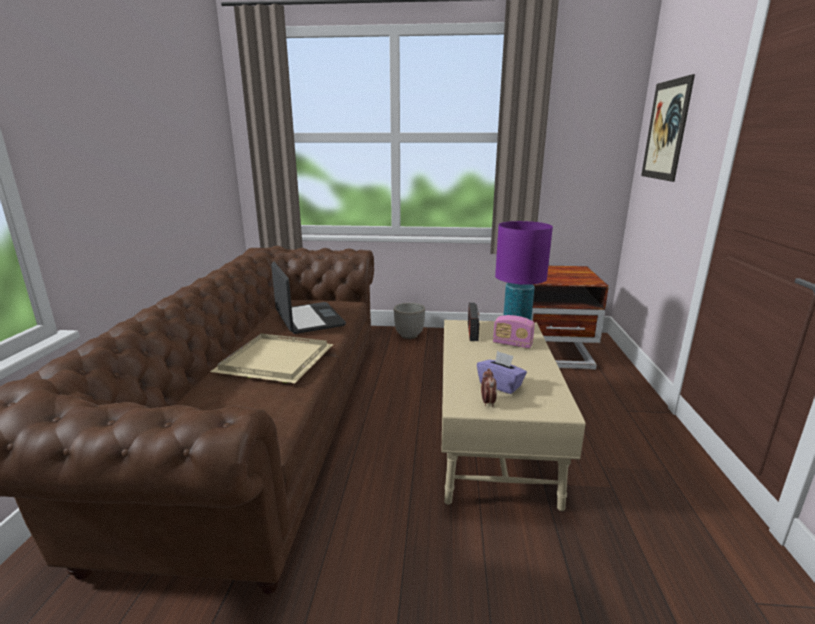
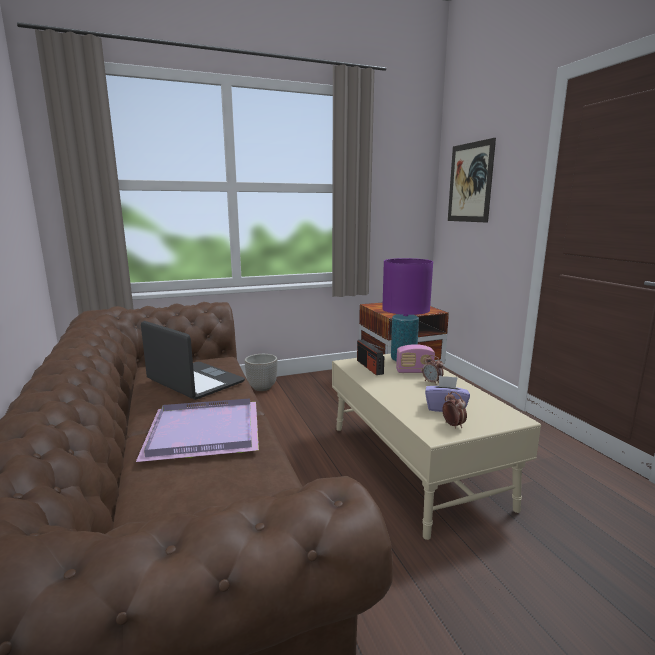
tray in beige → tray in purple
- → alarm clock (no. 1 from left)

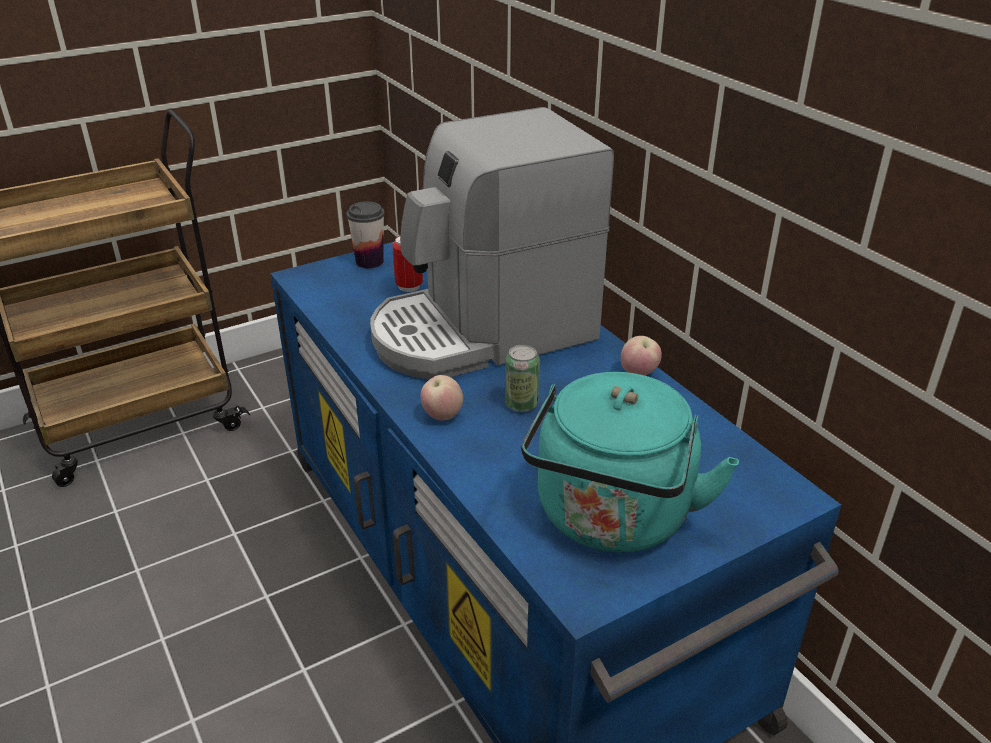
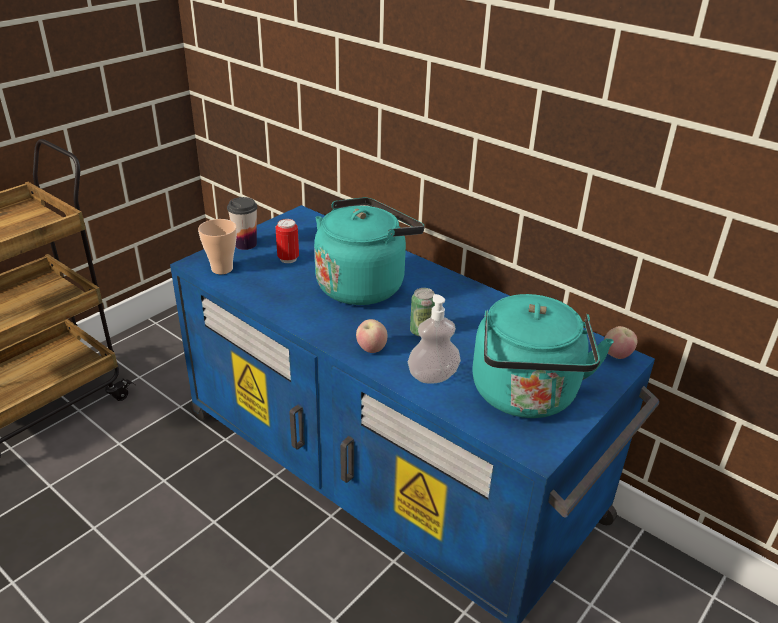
coffee machine → kettle in turquoise (no. 1 from left)
apple (no. 2 from left), shifted
- → cup (no. 1 from left)
- → soap dispenser

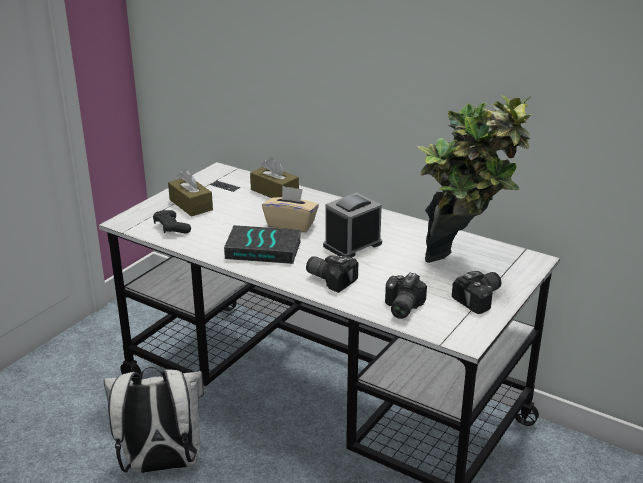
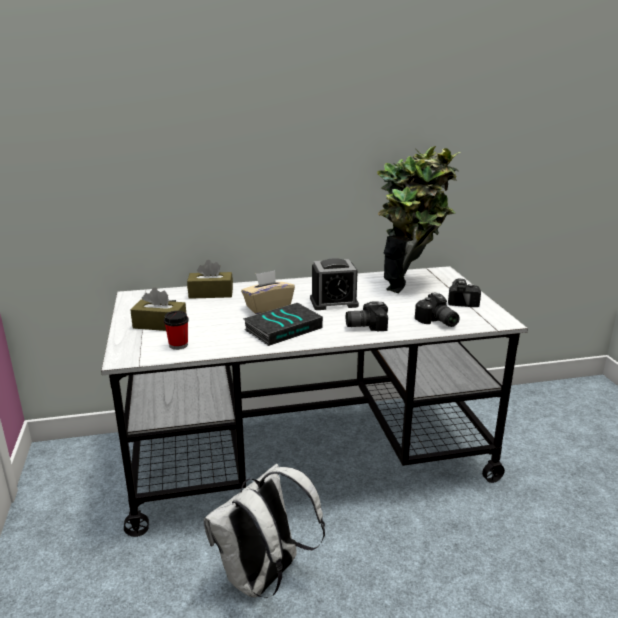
game controller in black → cup
alarm clock, 105 degrees counterclockwise

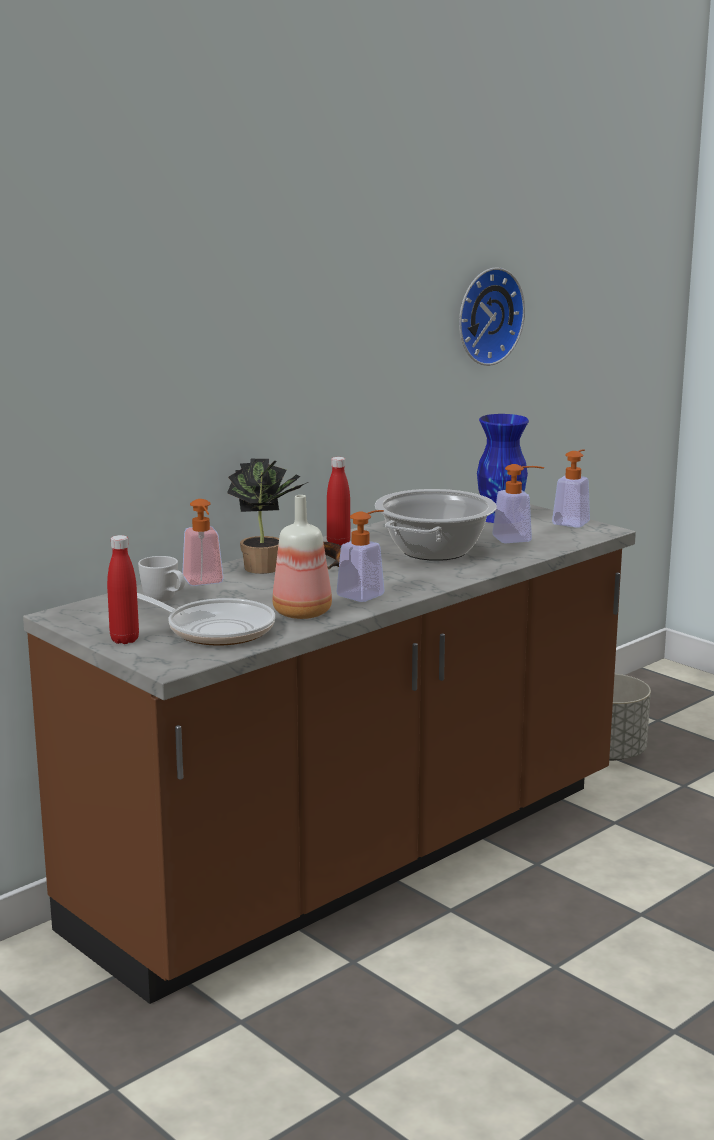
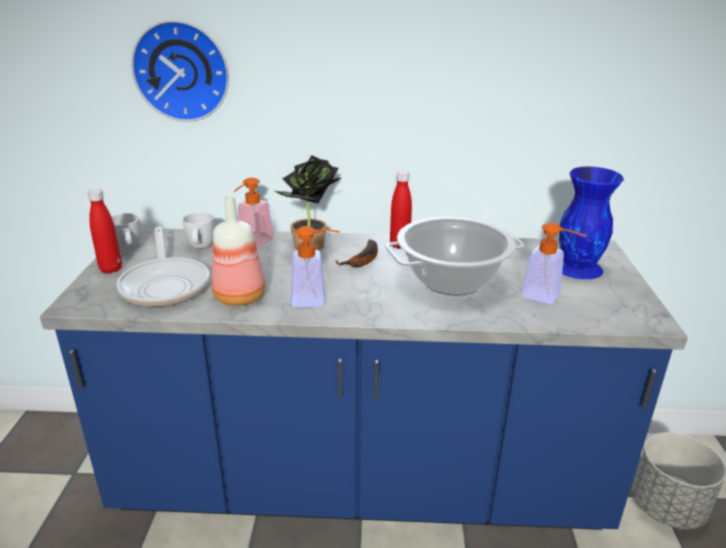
counter in brown → counter in blue
wall clock, shifted
soap dispenser (no. 4 from left) → -
- → mug in white (no. 1 from left)

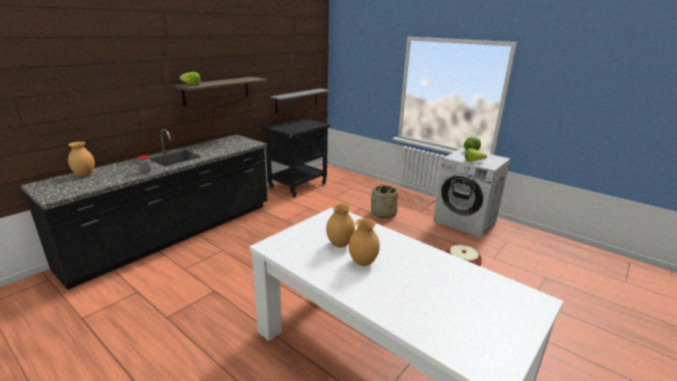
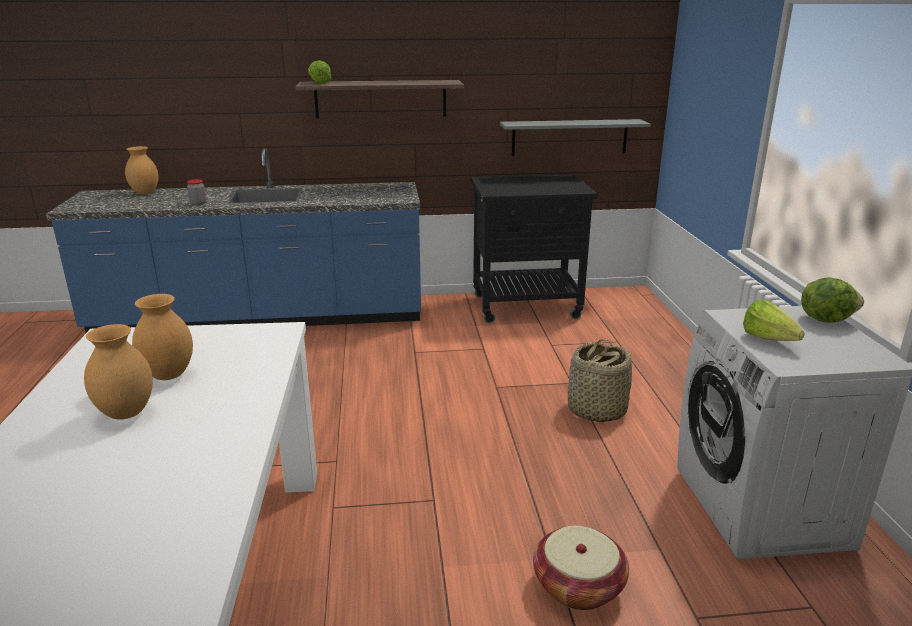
counter in black → counter in blue

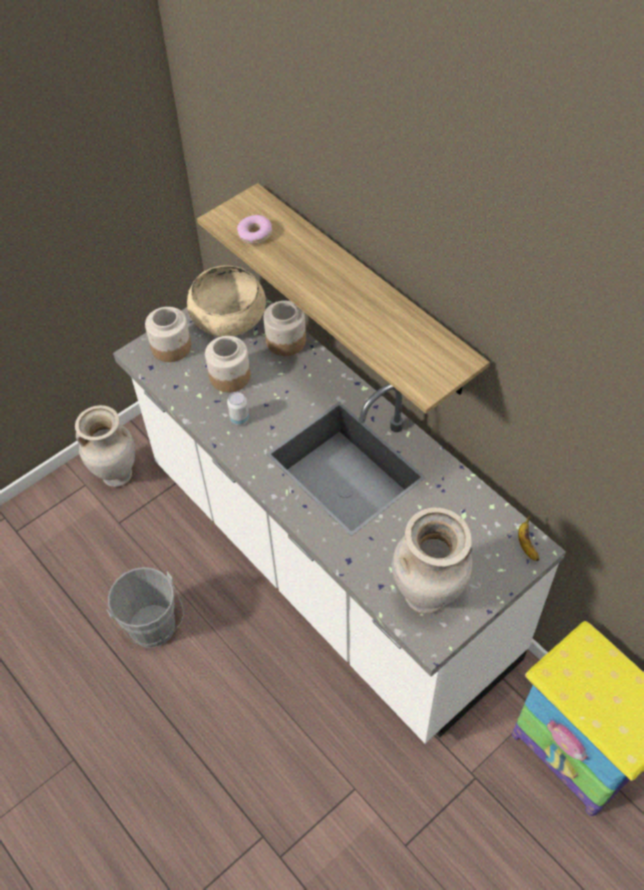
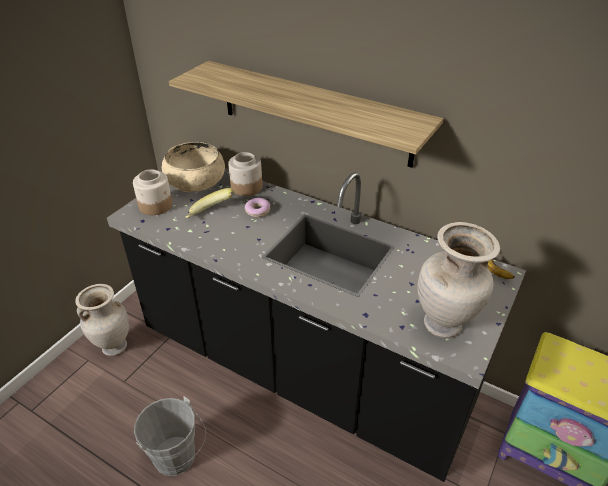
counter in white → counter in black
jar (no. 2 from left) → banana (no. 1 from left)
can → -
donut, shifted

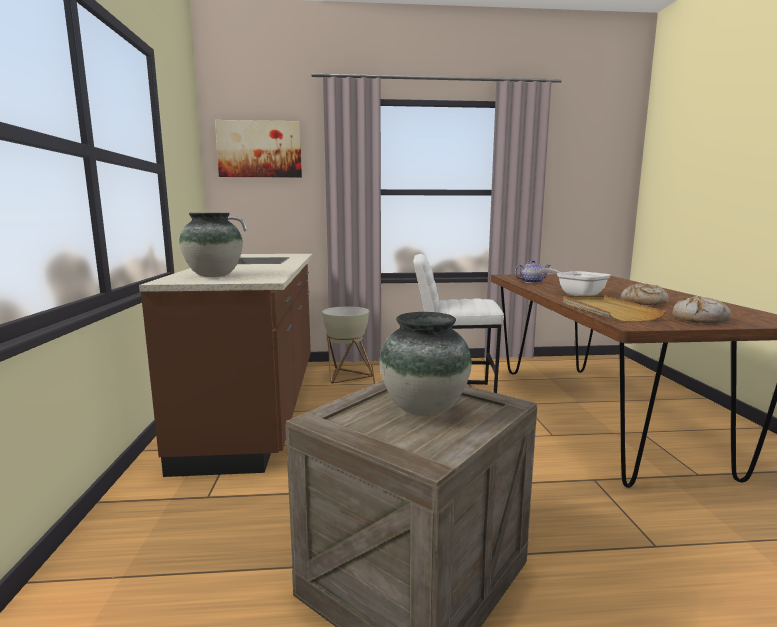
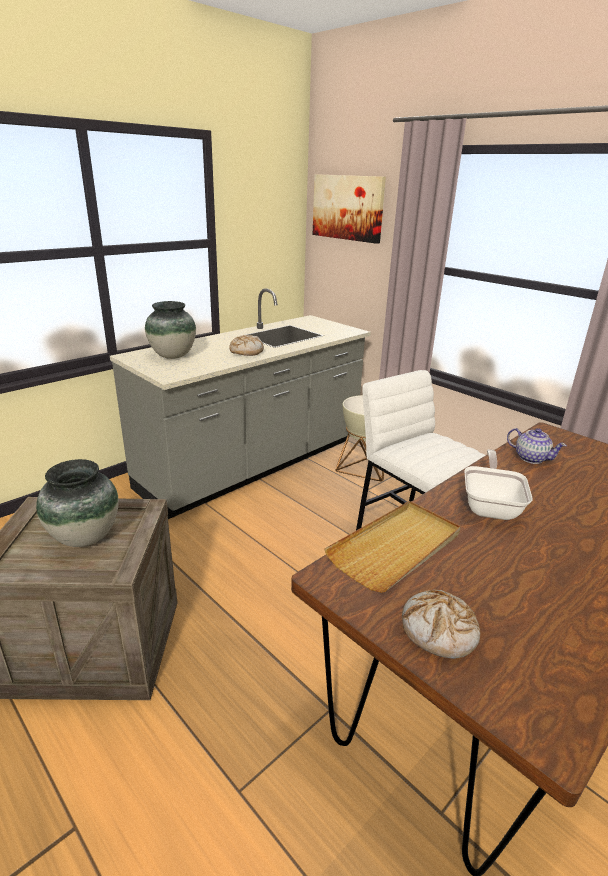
counter in brown → counter in grey
bread (no. 1 from left), shifted

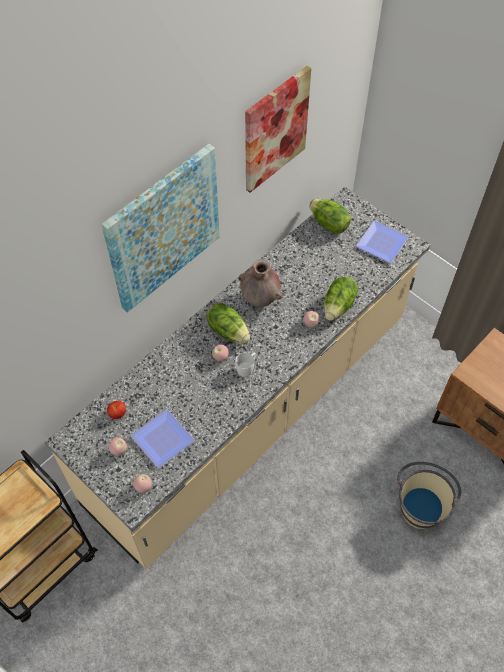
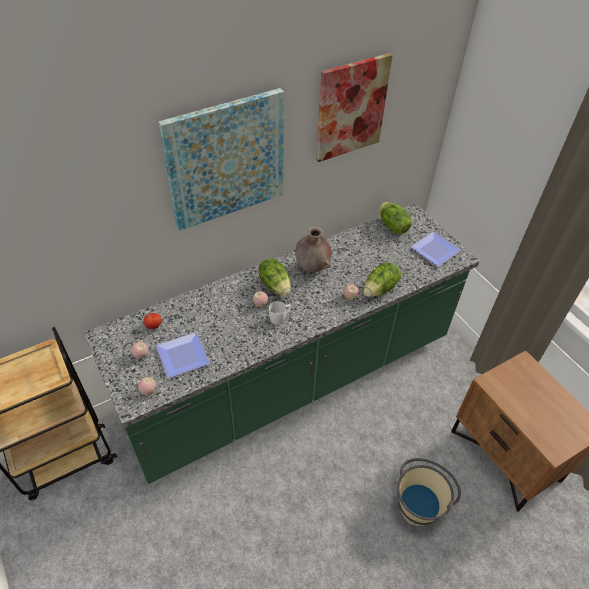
counter in beige → counter in green

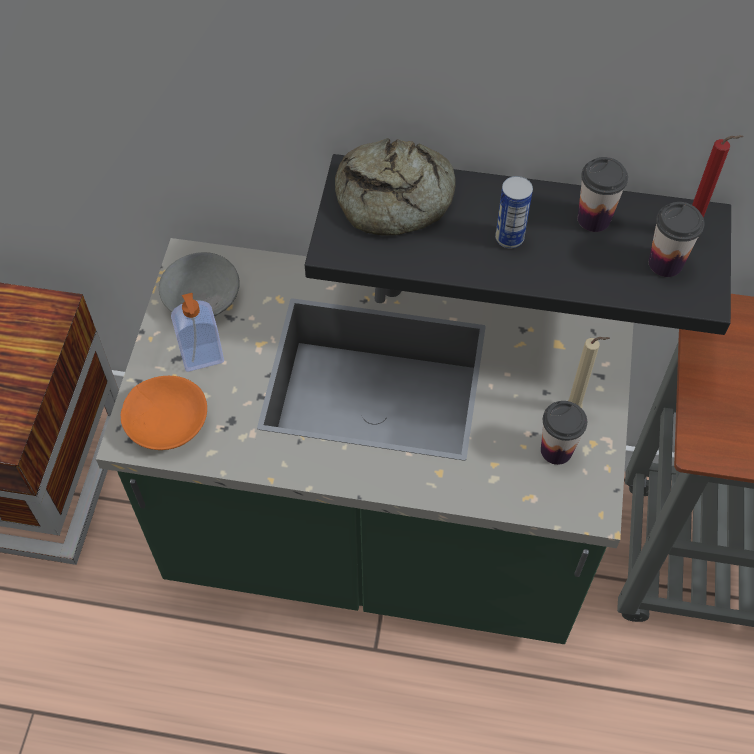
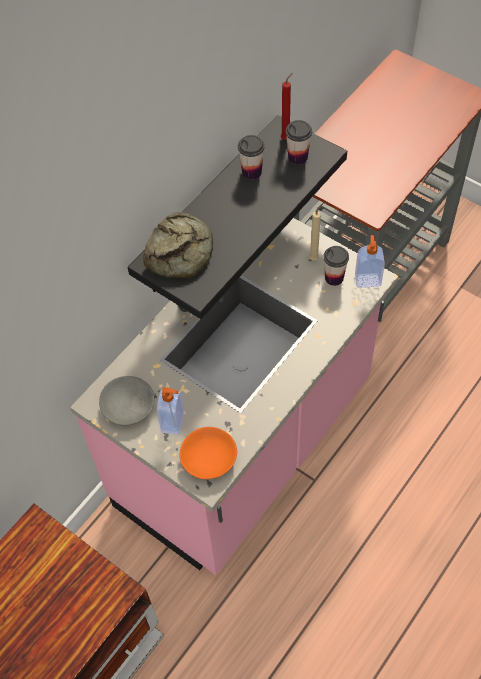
counter in green → counter in pink
can → -
- → soap dispenser (no. 2 from left)

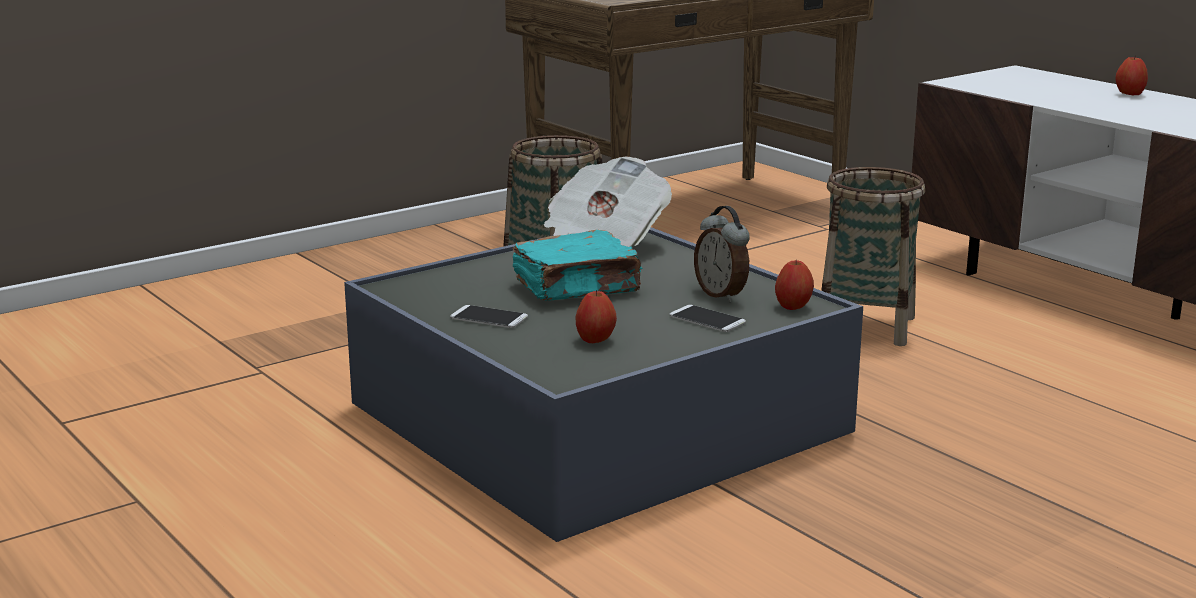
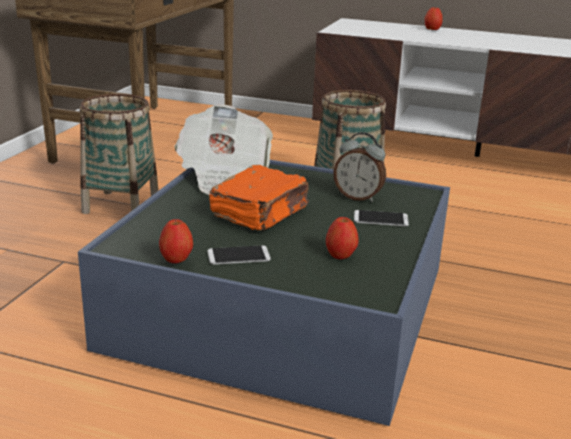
book in turquoise → book in orange
apple (no. 2 from left in the first image) → apple (no. 1 from left), shifted

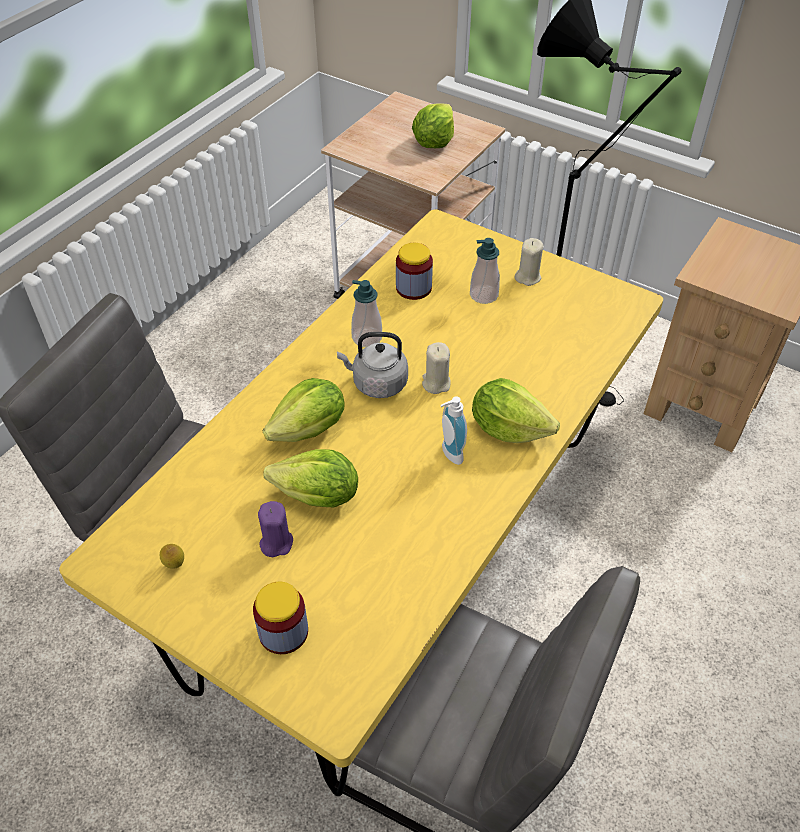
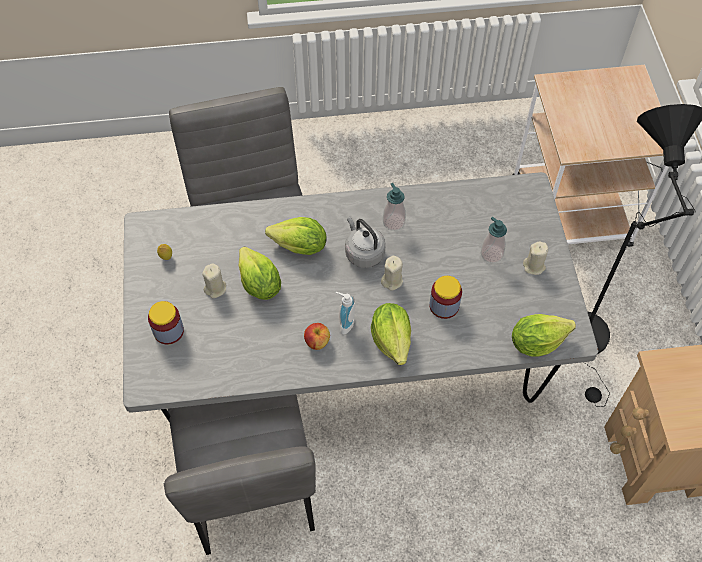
dining table in yellow → dining table in grey
candle in purple → candle in beige (no. 1 from left)
jar (no. 2 from left), shifted
lettuce (no. 3 from left in the first image) → lettuce (no. 4 from left), shifted
- → apple

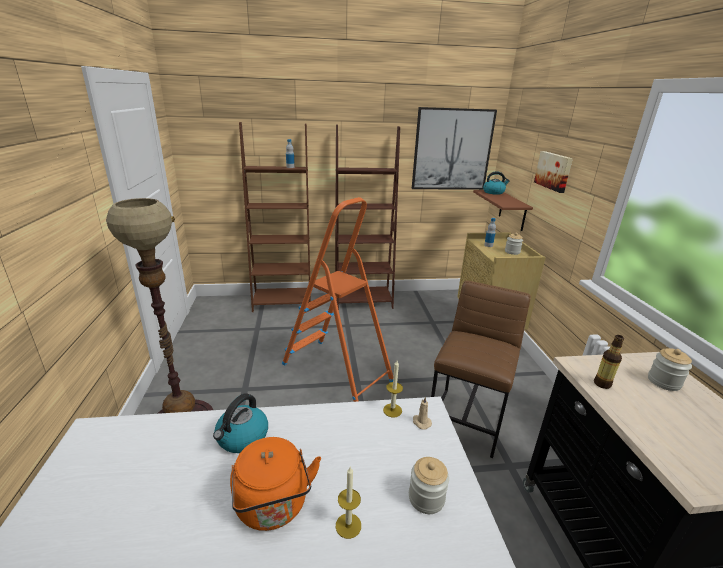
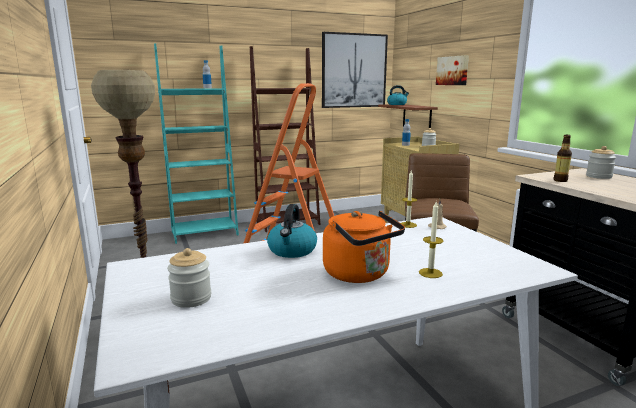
bookcase in brown (no. 1 from left) → bookcase in turquoise
jar (no. 1 from left), shifted

